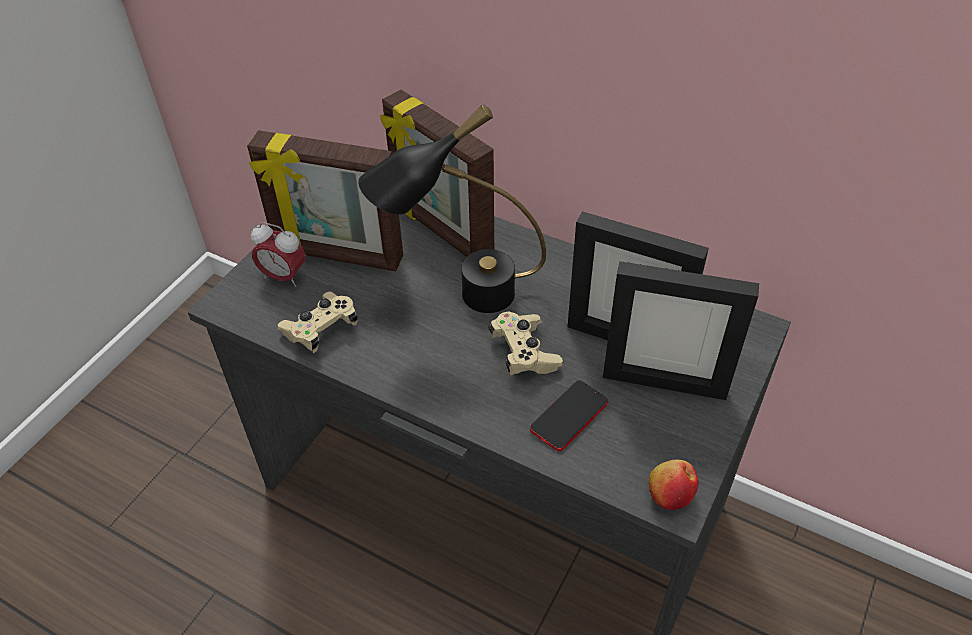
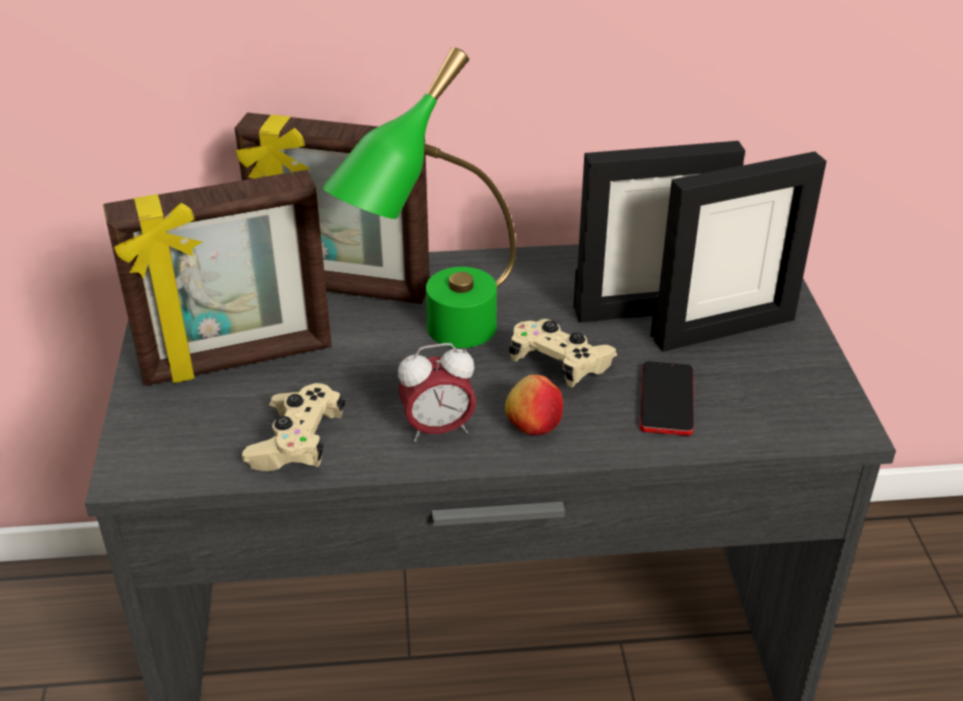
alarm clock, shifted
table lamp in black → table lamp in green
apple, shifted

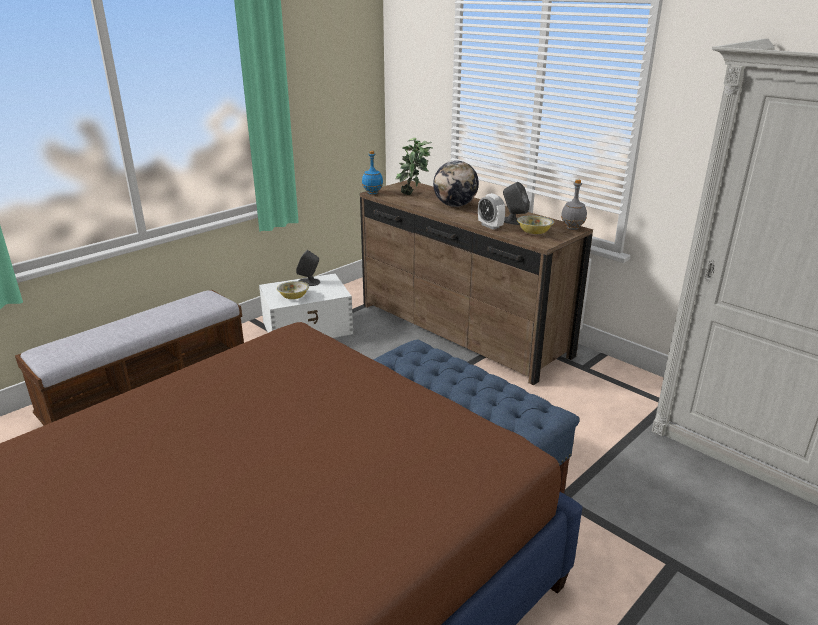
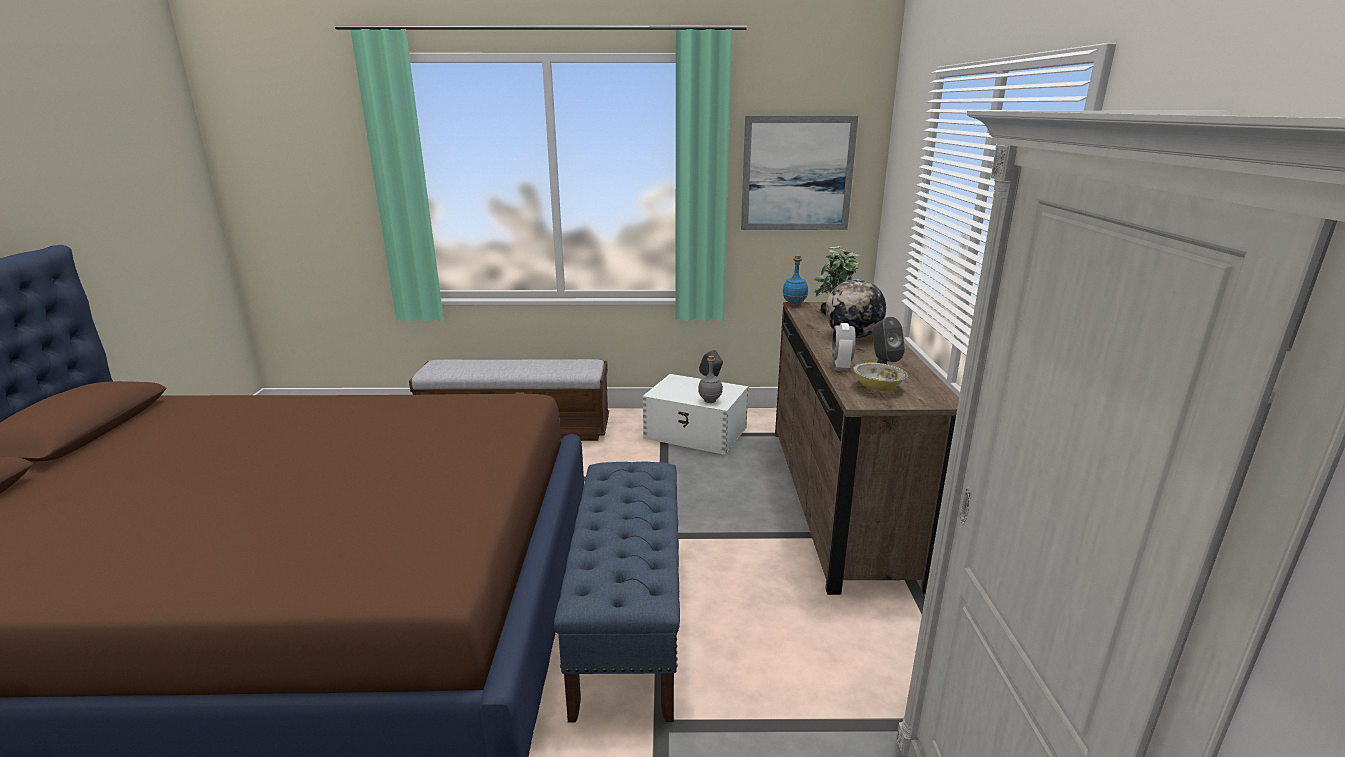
bowl (no. 1 from left) → -
bottle in grey, shifted
- → picture

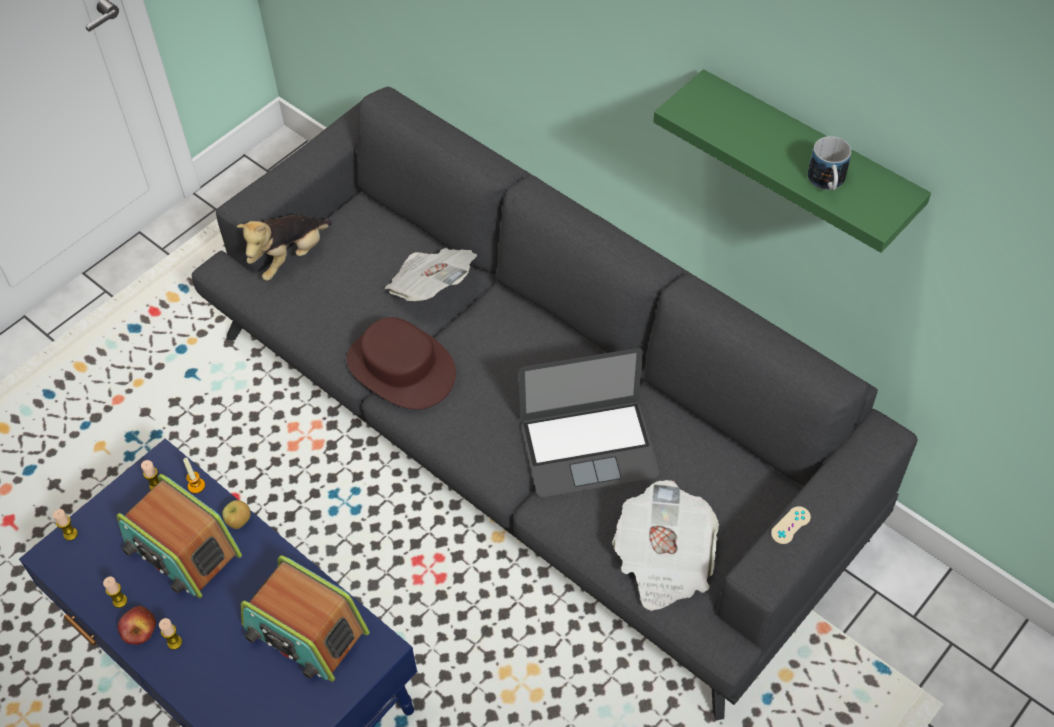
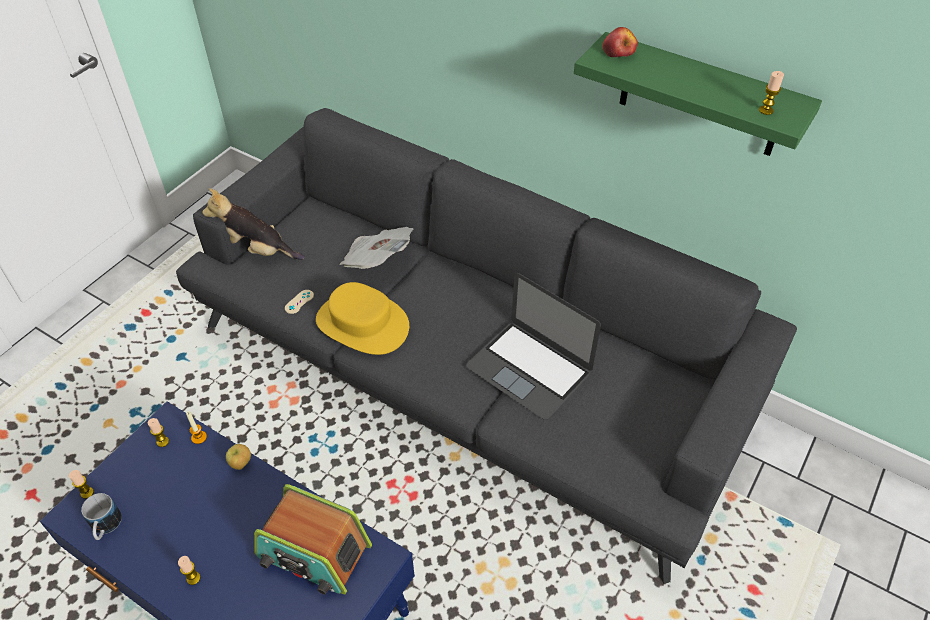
candle (no. 2 from left in the first image) → candle (no. 5 from left), shifted
radio (no. 1 from left) → -
apple (no. 1 from left in the first image) → apple (no. 2 from left), shifted
plush toy, 75 degrees clockwise
hat in brown → hat in yellow
laptop, 60 degrees clockwise
newspaper (no. 2 from left) → -
game controller in beige, shifted
mug, shifted

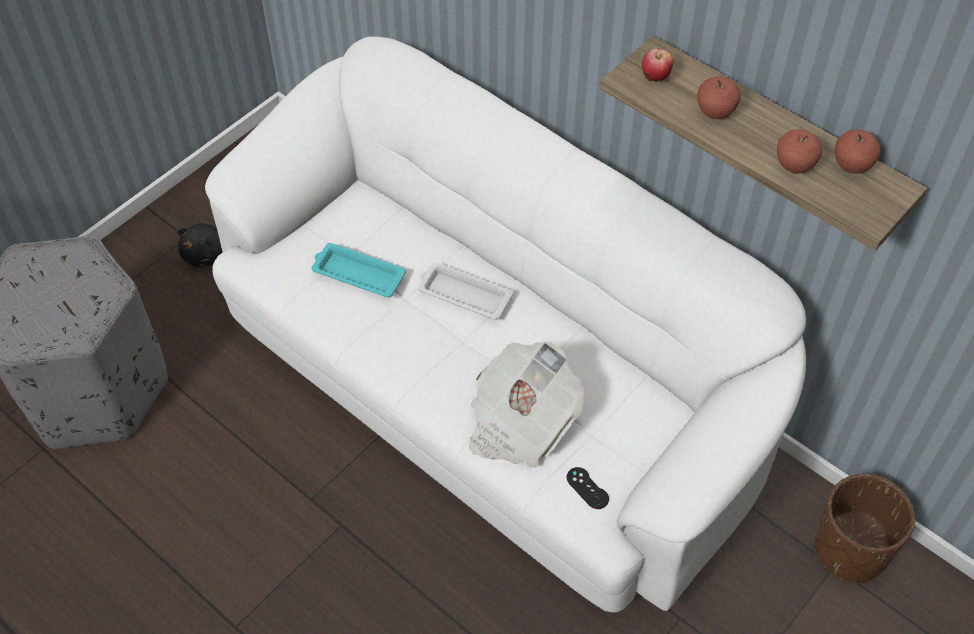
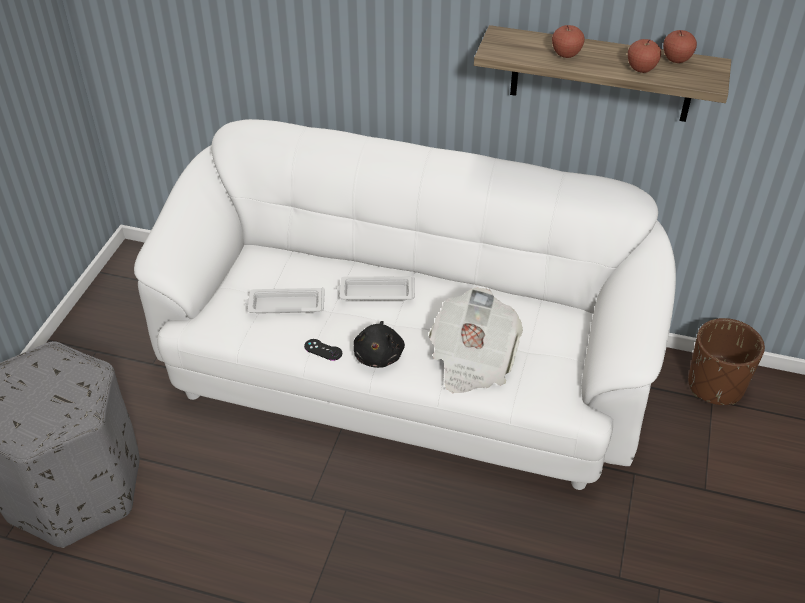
plush toy in black, shifted
tray in turquoise → tray in white (no. 1 from left)
game controller in black, shifted
apple (no. 1 from left) → -

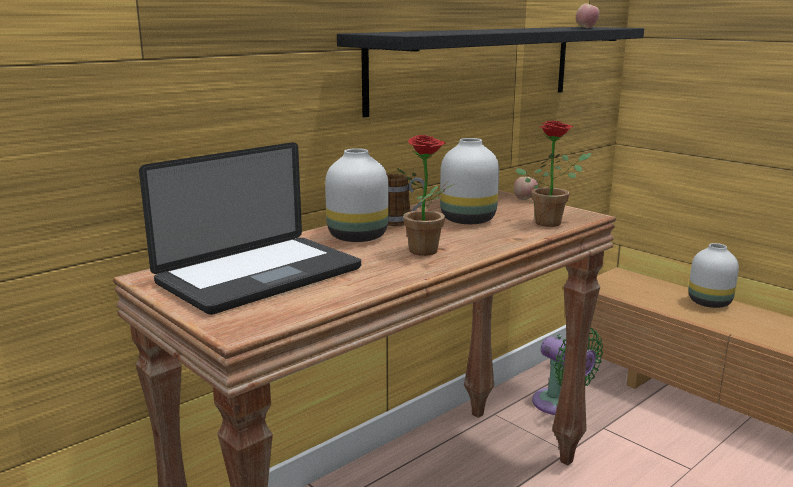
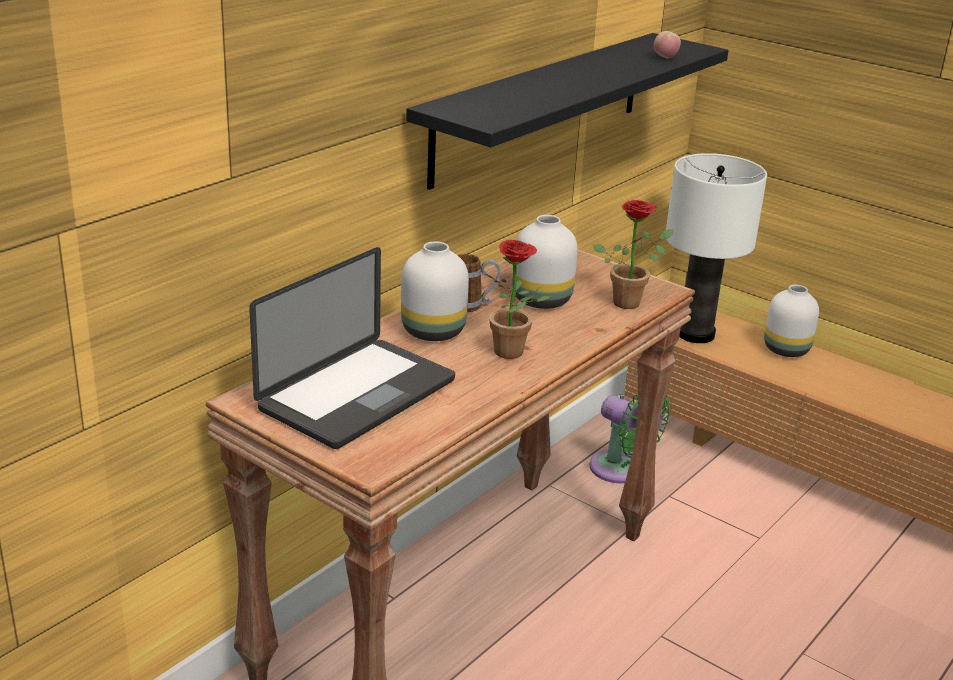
apple (no. 1 from left) → -
- → table lamp in white

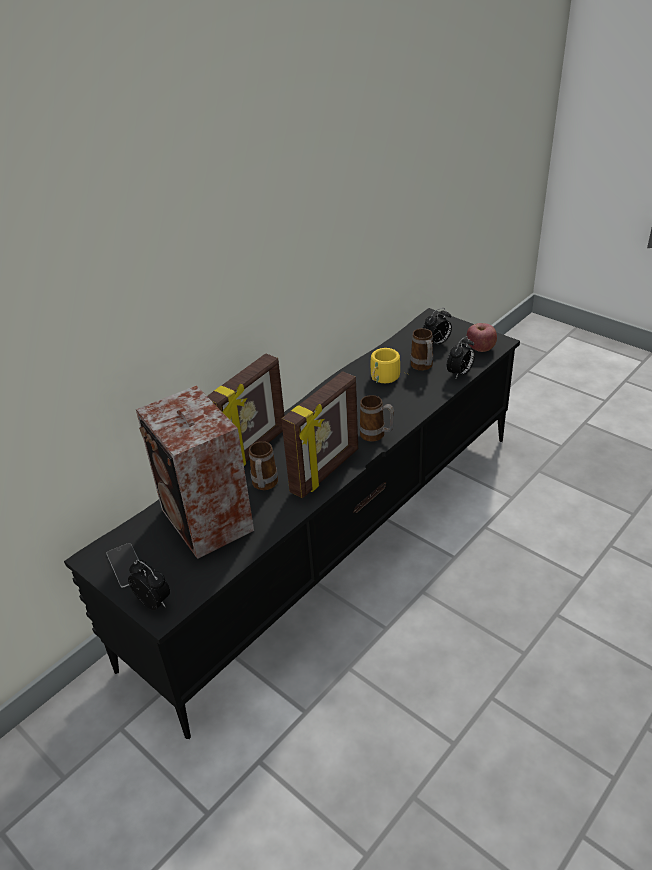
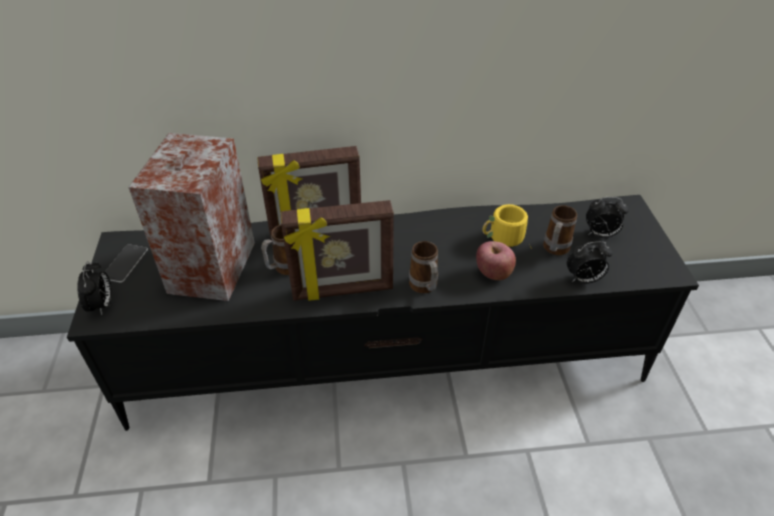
apple, shifted

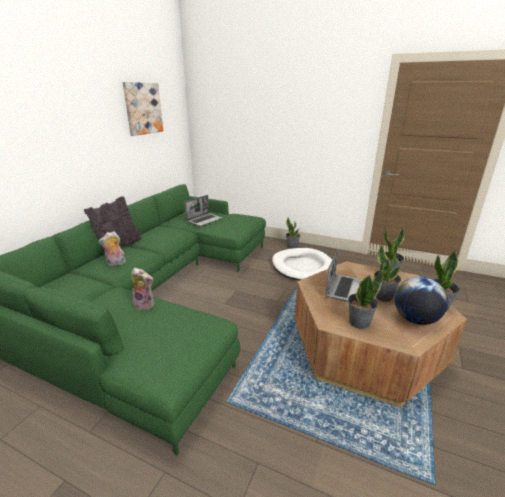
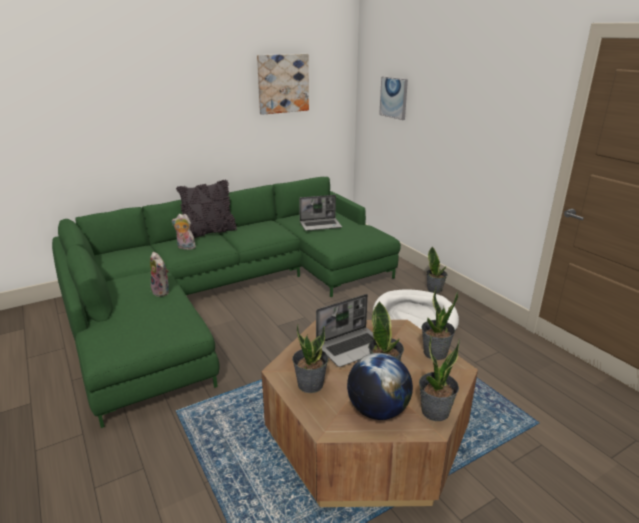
- → picture (no. 2 from left)

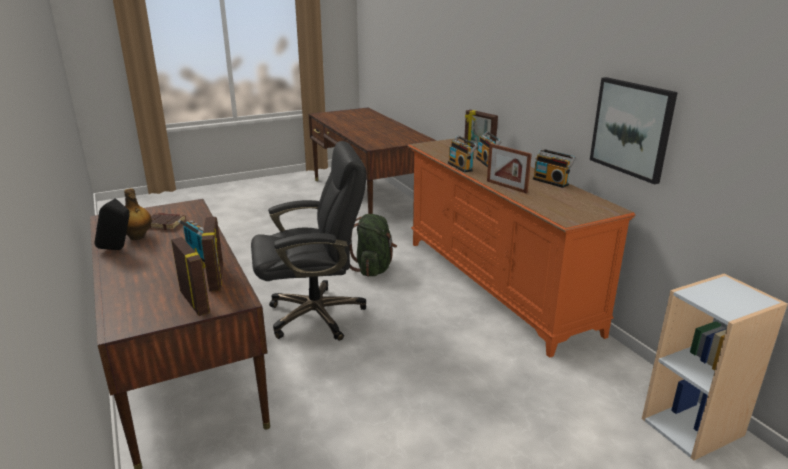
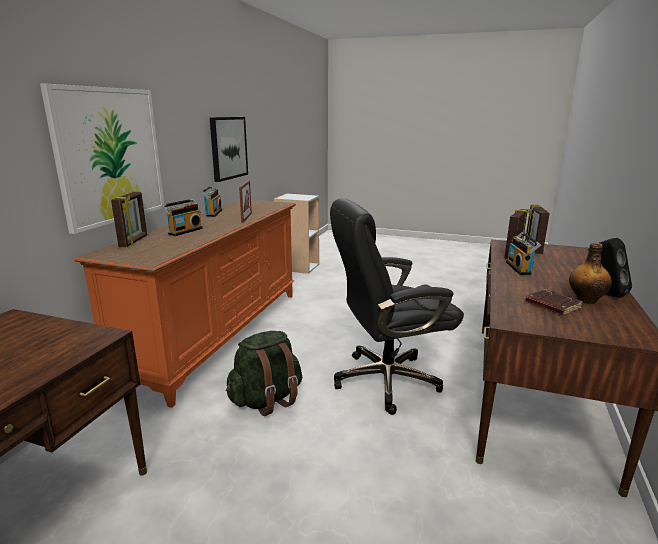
office chair in black, 45 degrees counterclockwise
radio (no. 2 from left) → -
- → picture (no. 1 from left)

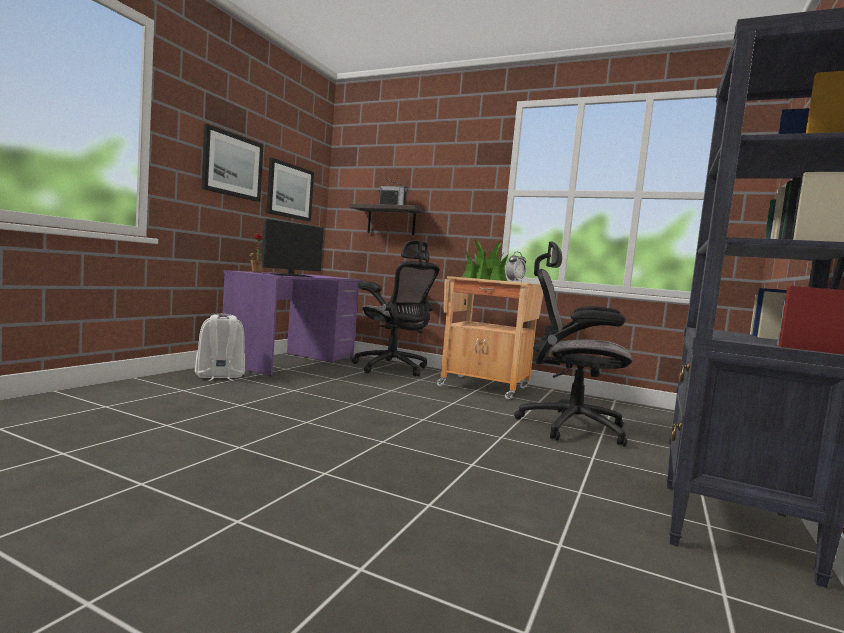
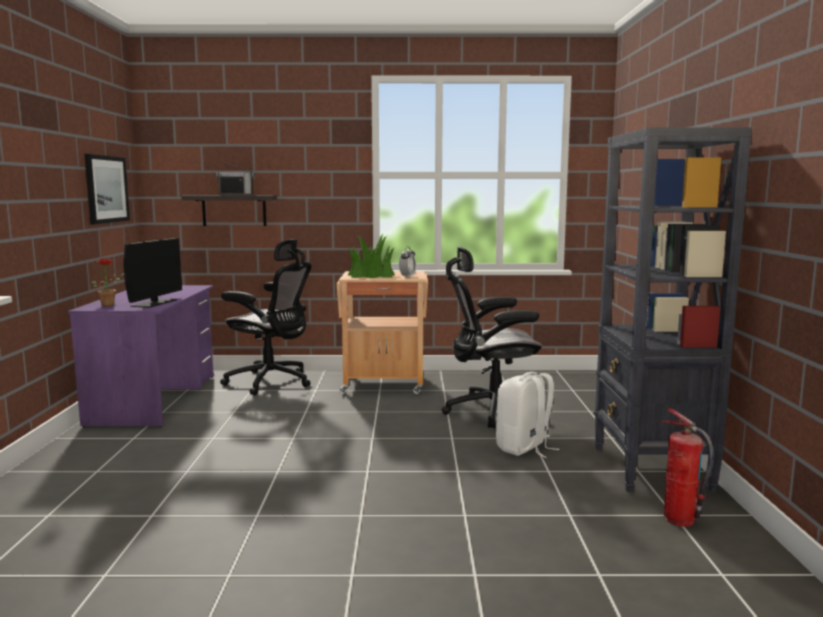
backpack in white, shifted
picture (no. 1 from left) → -
- → fire extinguisher

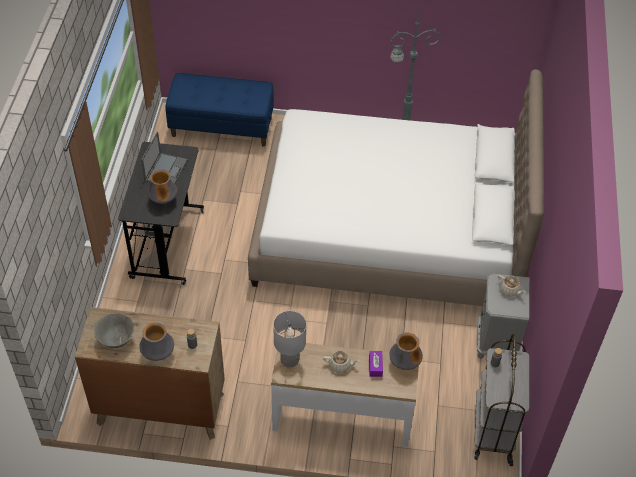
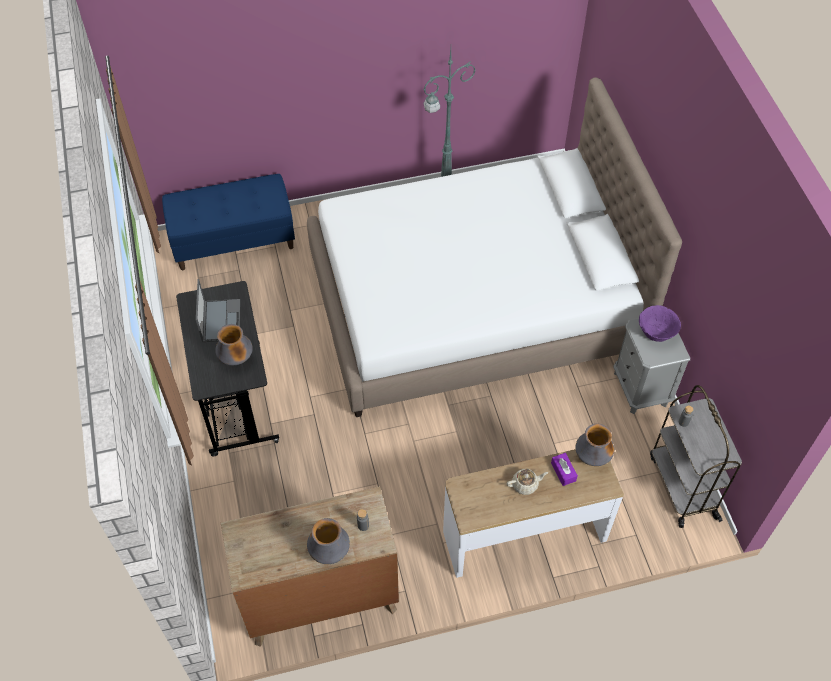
bowl in grey → -
table lamp in grey → -
teapot in beige (no. 2 from left) → bowl in purple

